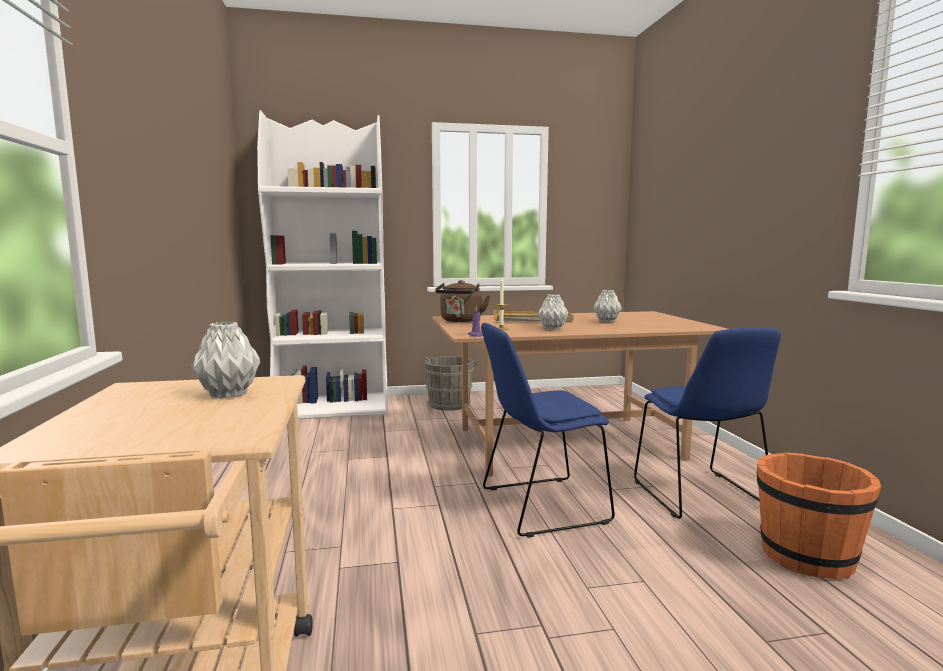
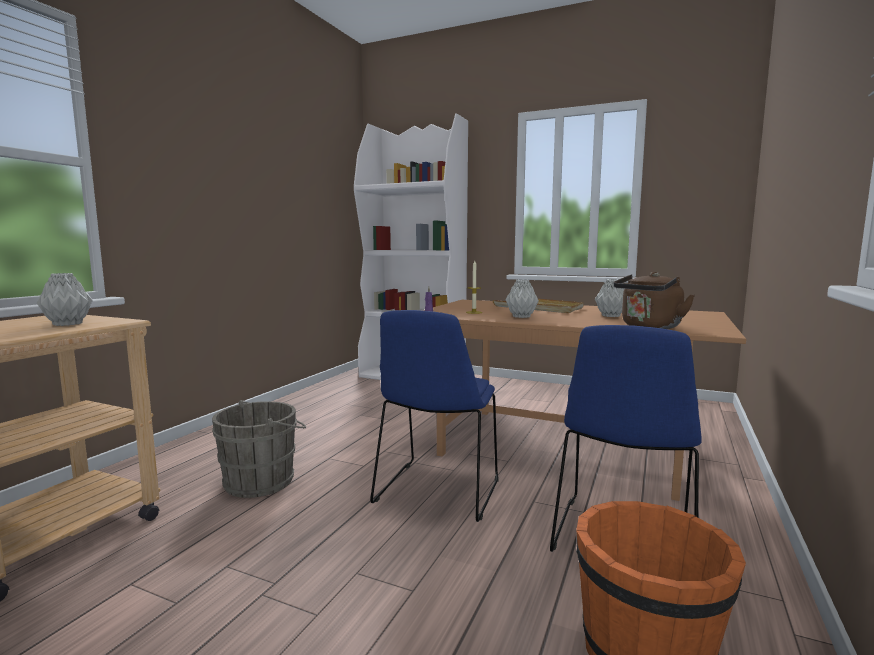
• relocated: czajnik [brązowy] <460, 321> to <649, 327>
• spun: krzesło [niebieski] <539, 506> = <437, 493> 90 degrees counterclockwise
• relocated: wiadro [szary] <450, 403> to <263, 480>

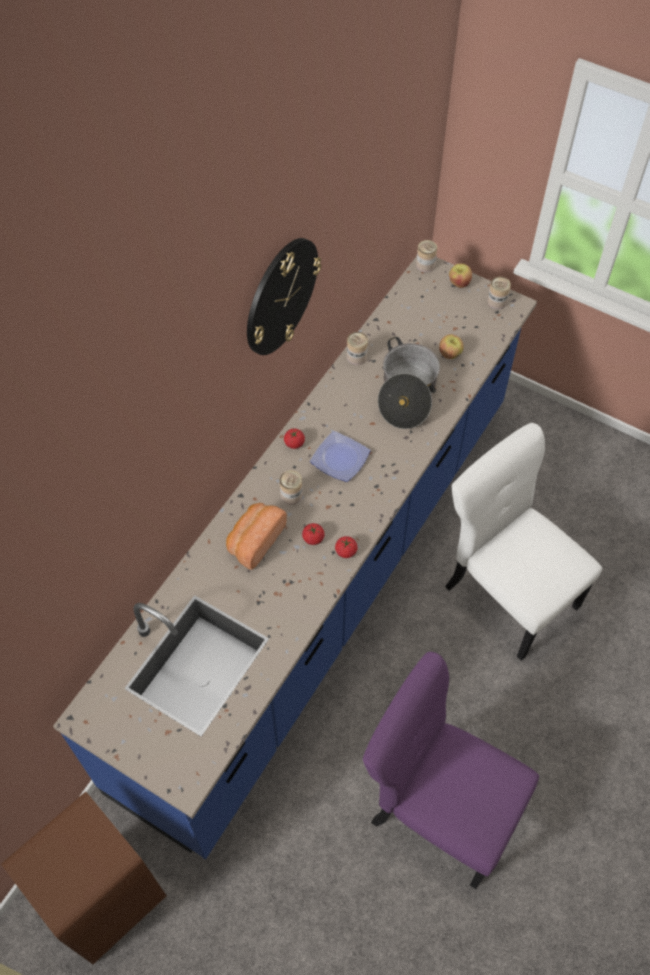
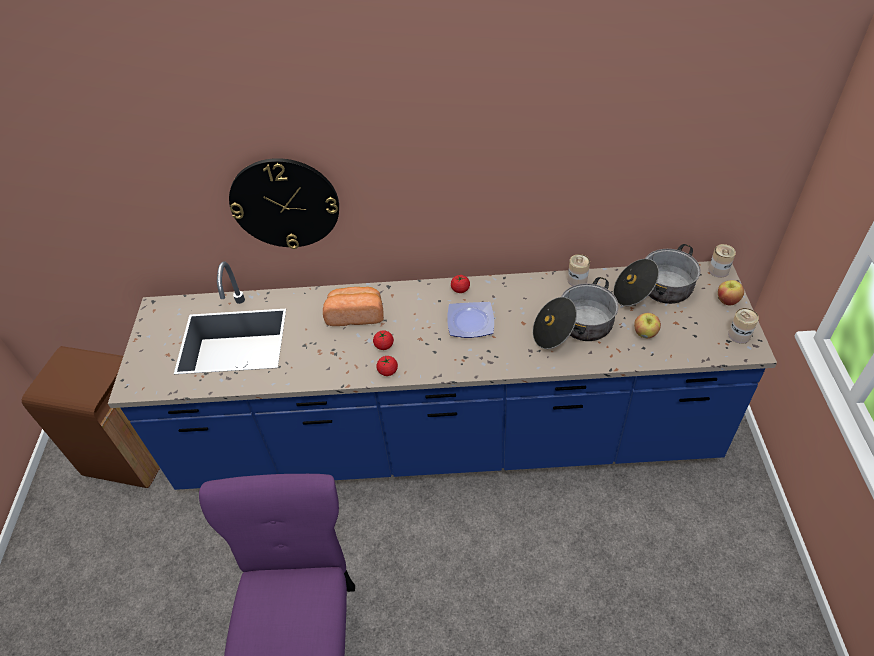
• relocated: zegar ścienny <281, 296> to <285, 203>
• missing: krzesło [biały] <508, 592>
• missing: puszka <291, 495>
• appeared: garnek <654, 290>

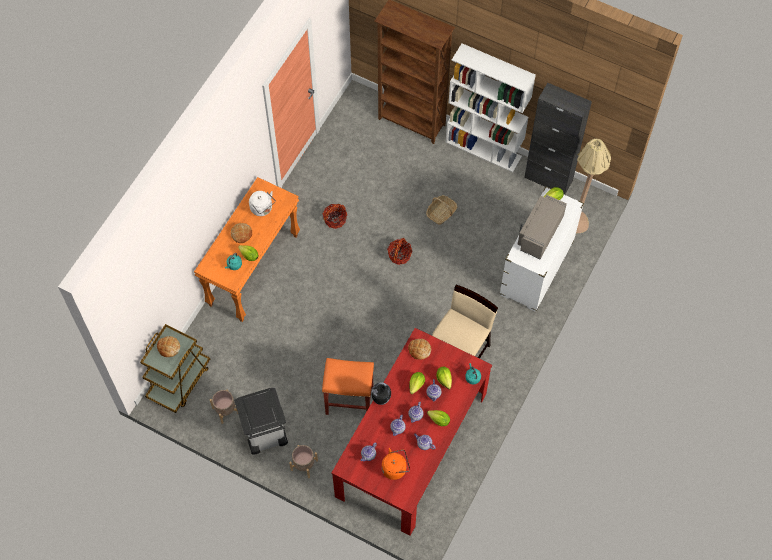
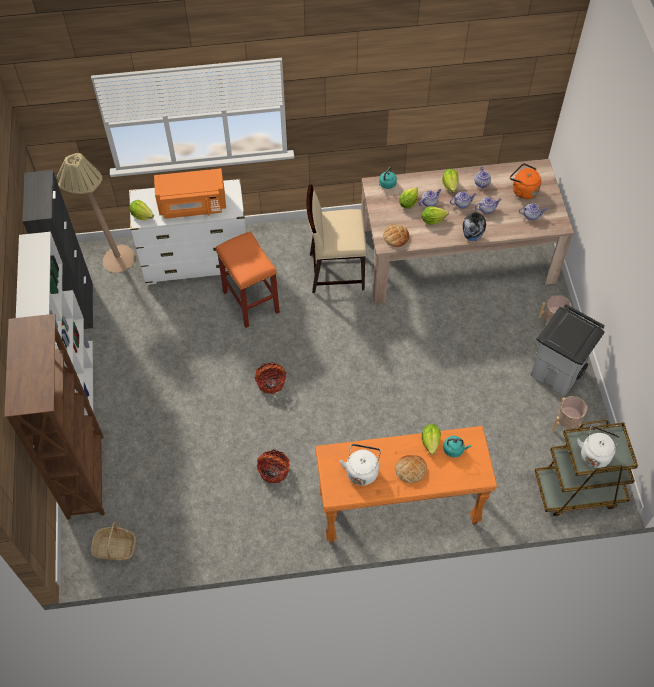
• relocated: koszyk <441, 213> to <115, 547>
• colour: mikrofalówka [szary] <539, 233> to mikrofalówka [pomarańczowy] <192, 205>
• colour: stół jadalny [czerwony] <412, 444> to stół jadalny [beżowy] <456, 256>
• exchanged: chleb <168, 347> to czajnik [biały] <595, 453>
• relocated: stołek [pomarańczowy] <348, 401> to <251, 302>

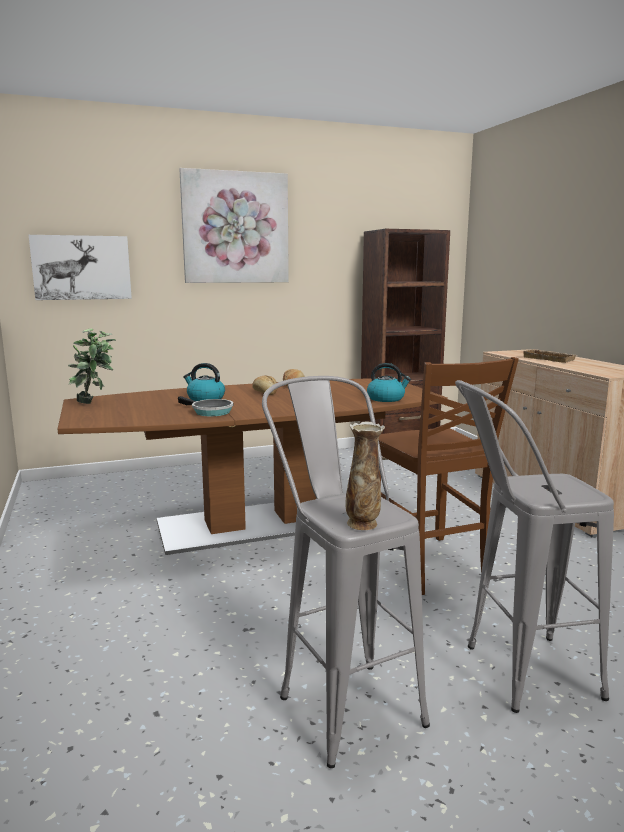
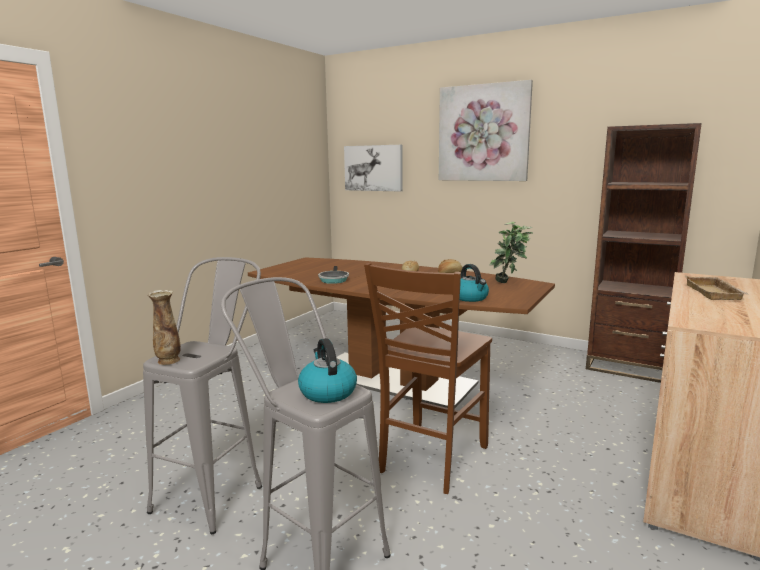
• relocated: roślina doniczkowa <95, 403> to <509, 283>
• relocated: czajnik <205, 398> to <327, 392>

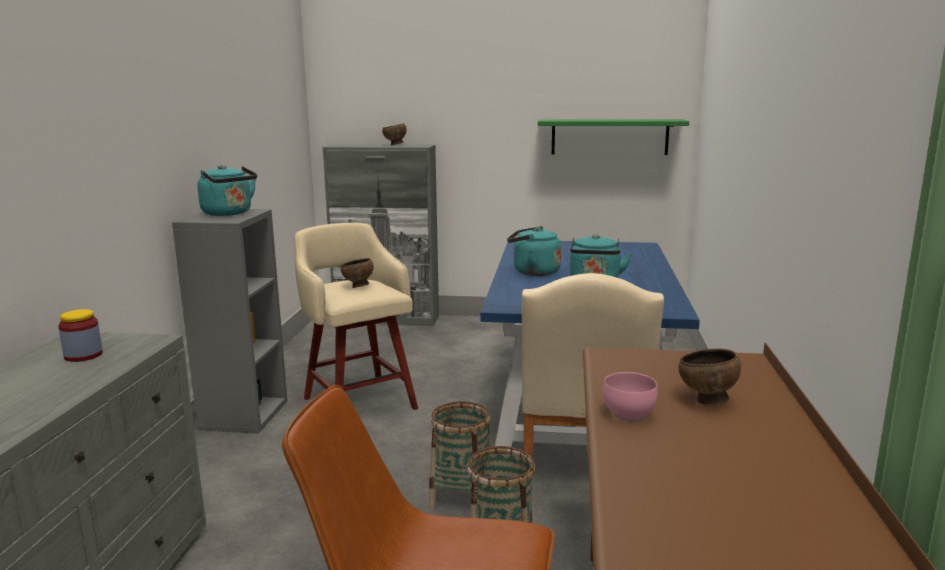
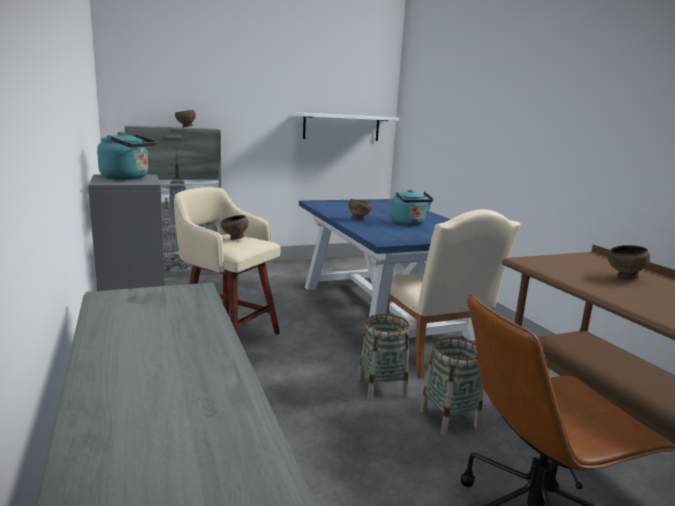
• colour: półka [zielony] <609, 137> to półka [biały] <341, 127>
• exchanged: czajnik [turkusowy] <533, 272> to miska [brązowy] <359, 219>
• missing: słoik <83, 355>
• missing: miska [różowy] <630, 414>

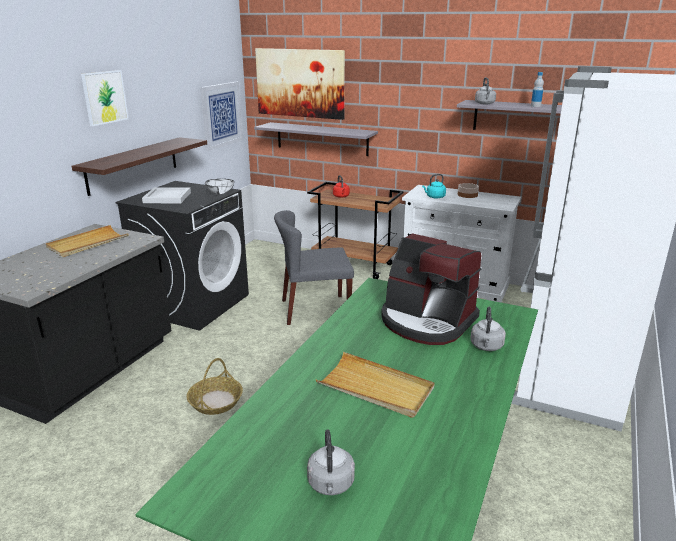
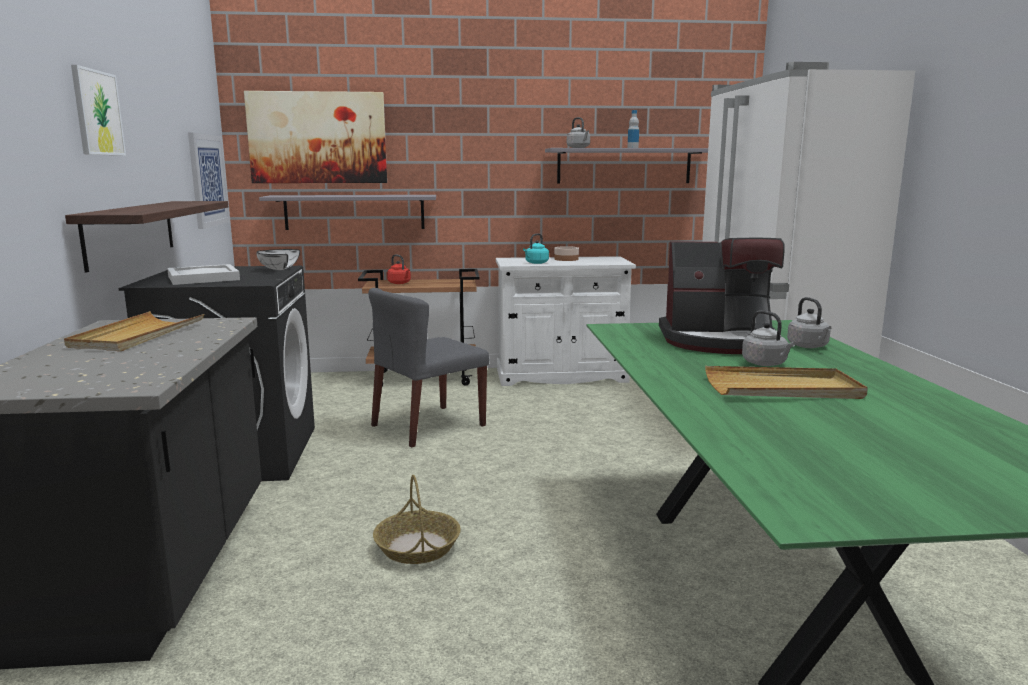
• relocated: czajnik [szary] <331, 485> to <766, 364>

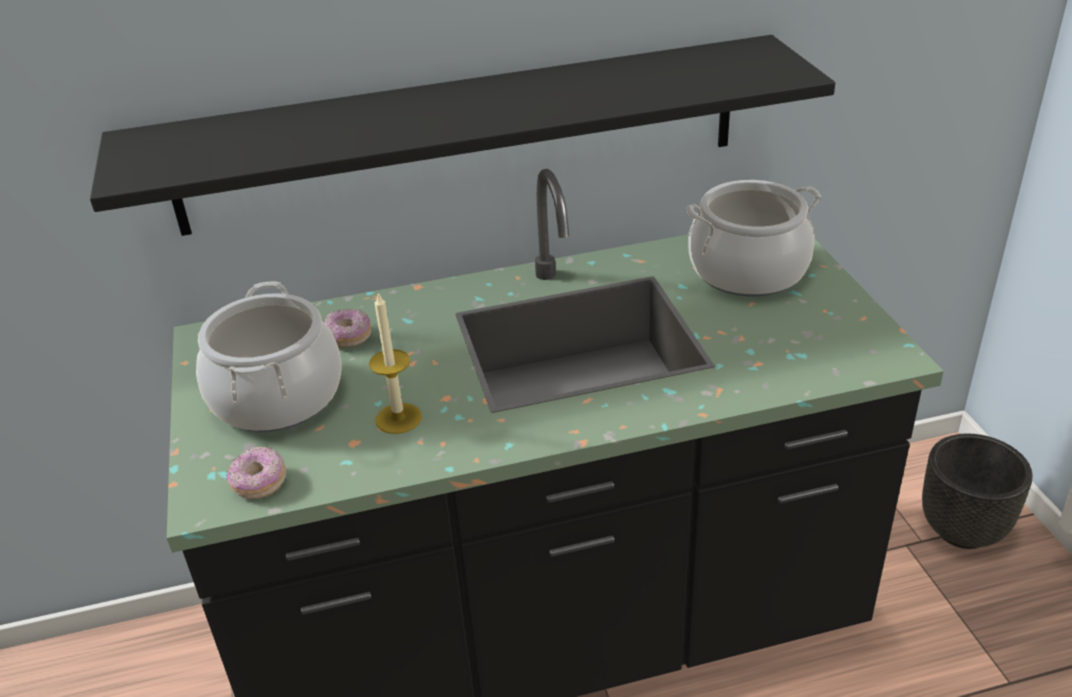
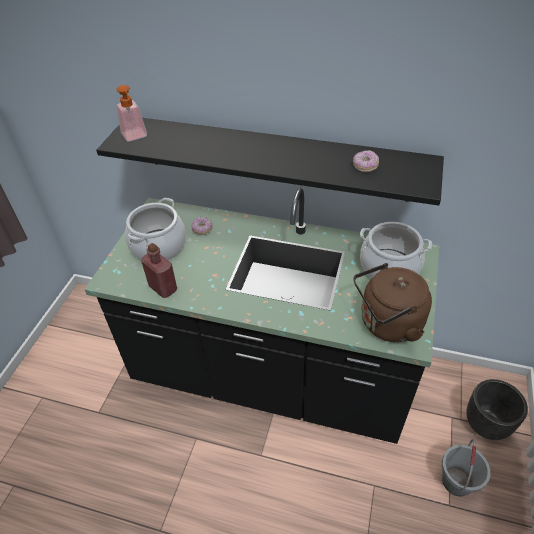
• missing: świeca <398, 418>
• relocated: donut <259, 483> to <365, 166>
• appeared: dozownik mydła <136, 137>
• appeared: butelka [czerwony] <163, 288>
• appeared: czajnik [brązowy] <387, 324>
• appeared: wiadro [szary] <457, 482>

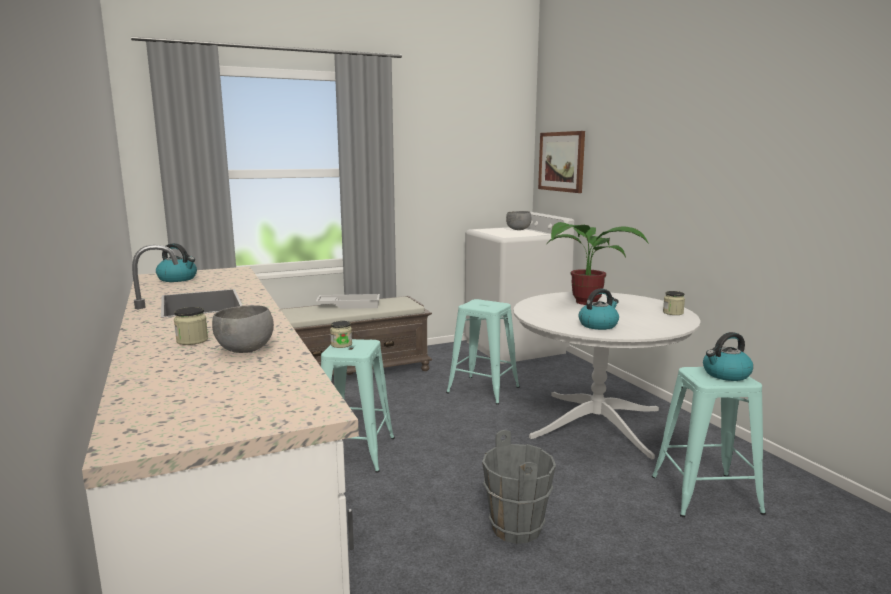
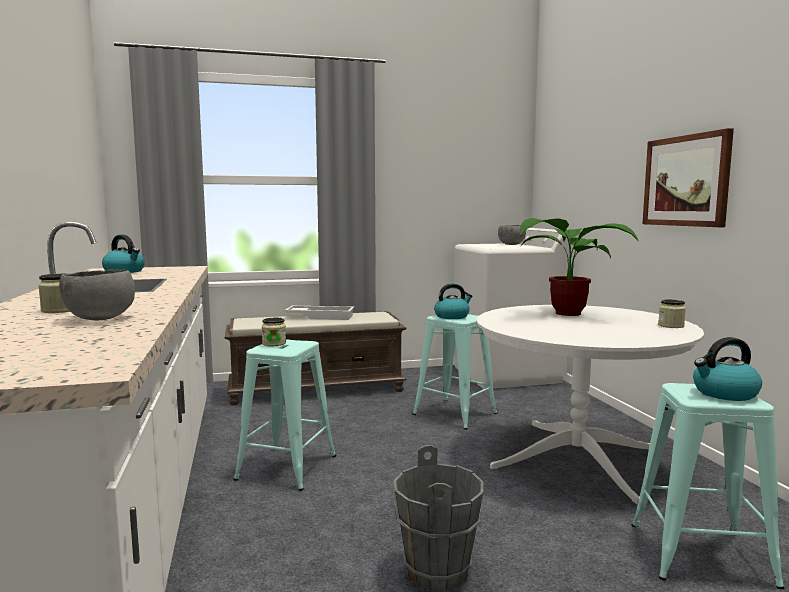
• relocated: obraz <562, 161> to <686, 181>
• relocated: czajnik <598, 325> to <452, 316>

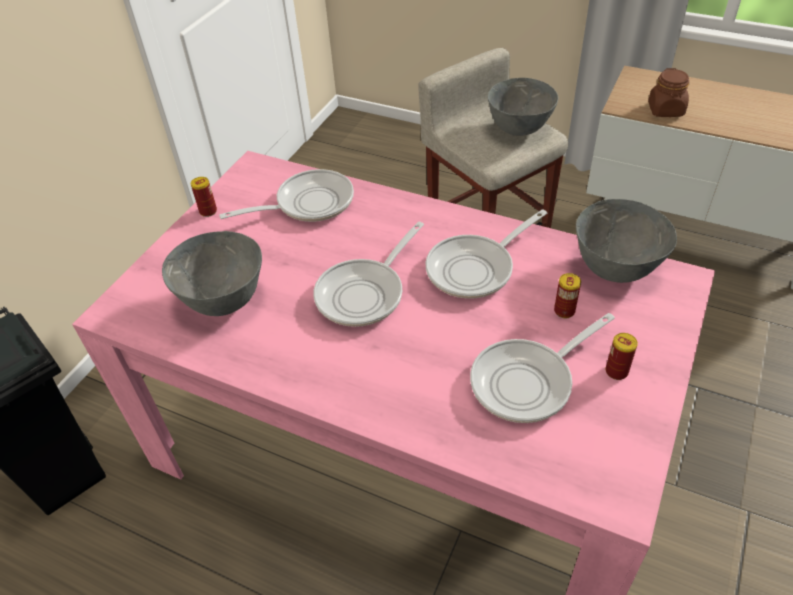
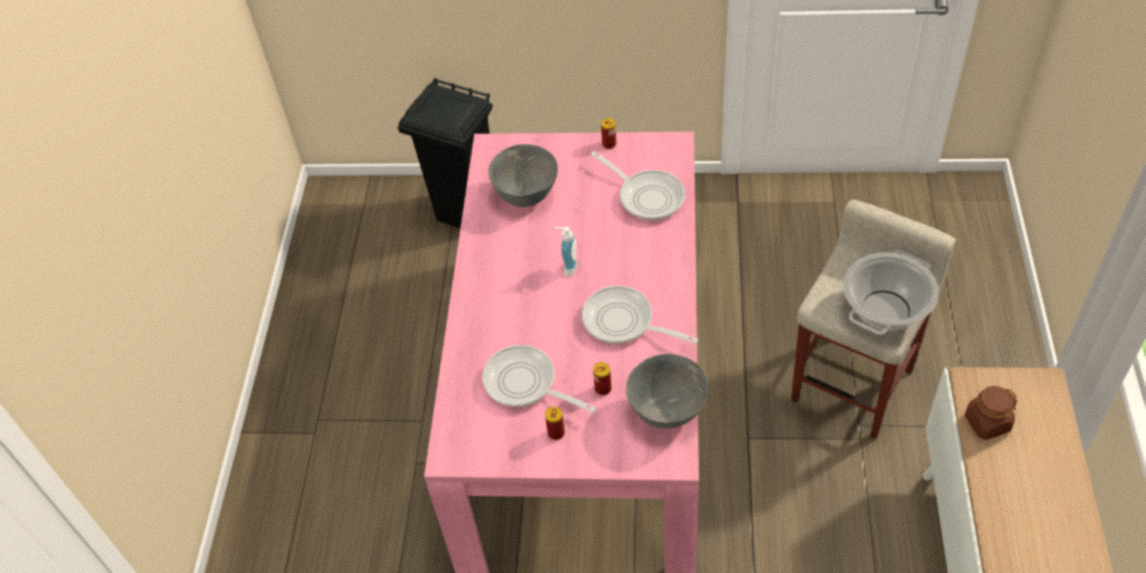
• exchanged: miska [szary] <518, 129> to garnek <885, 309>
• exchanged: patelnia <365, 293> to dozownik mydła <567, 267>

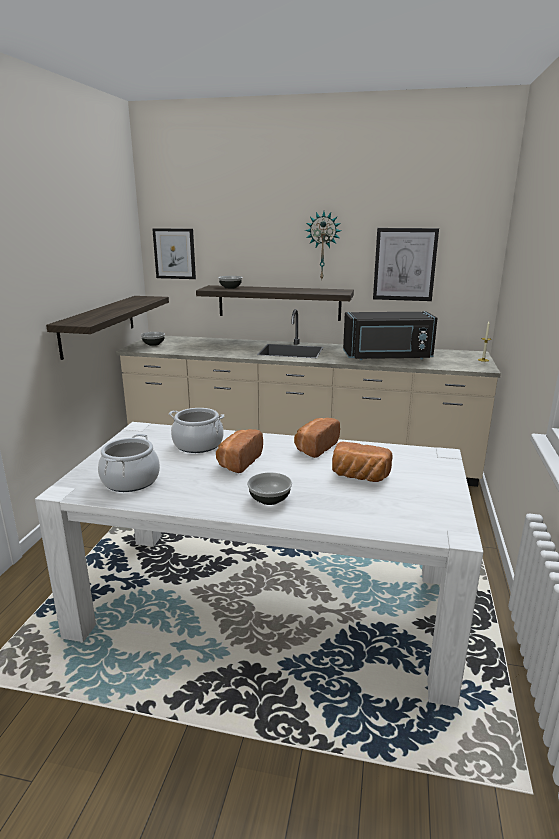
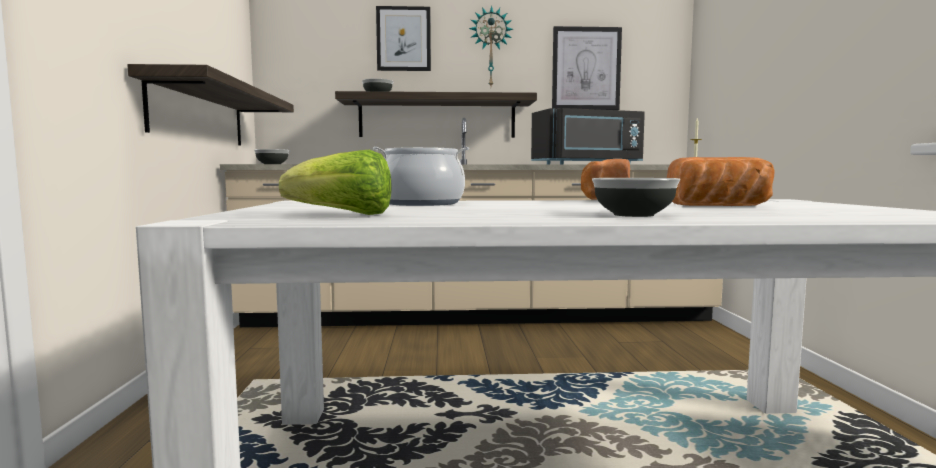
• relocated: obraz <174, 253> to <403, 39>
• missing: chleb <238, 462>
• exchanged: garnek <131, 481> to sałata <344, 215>

